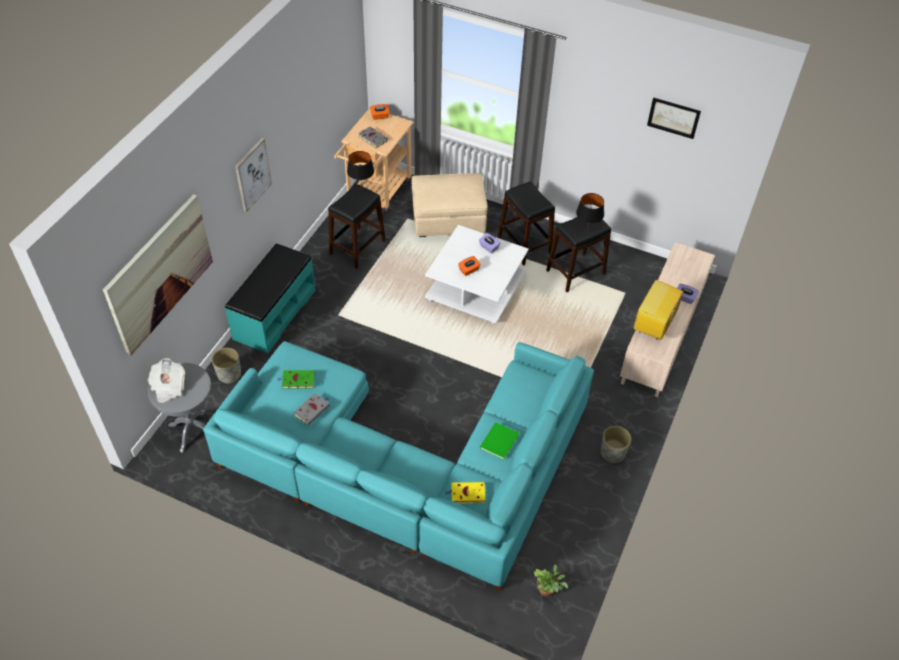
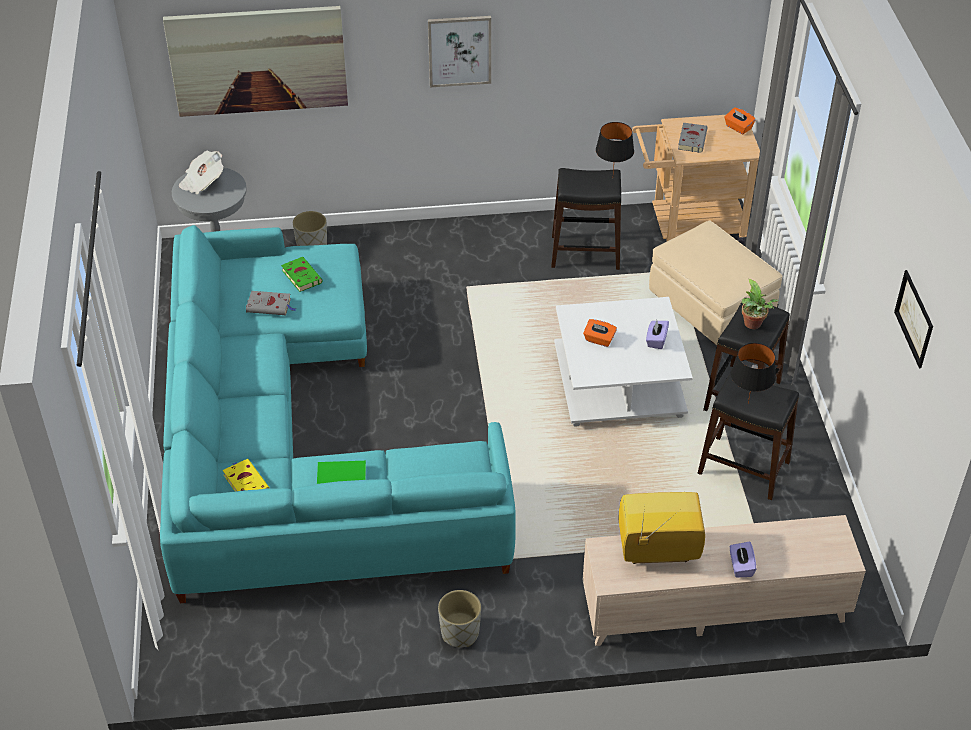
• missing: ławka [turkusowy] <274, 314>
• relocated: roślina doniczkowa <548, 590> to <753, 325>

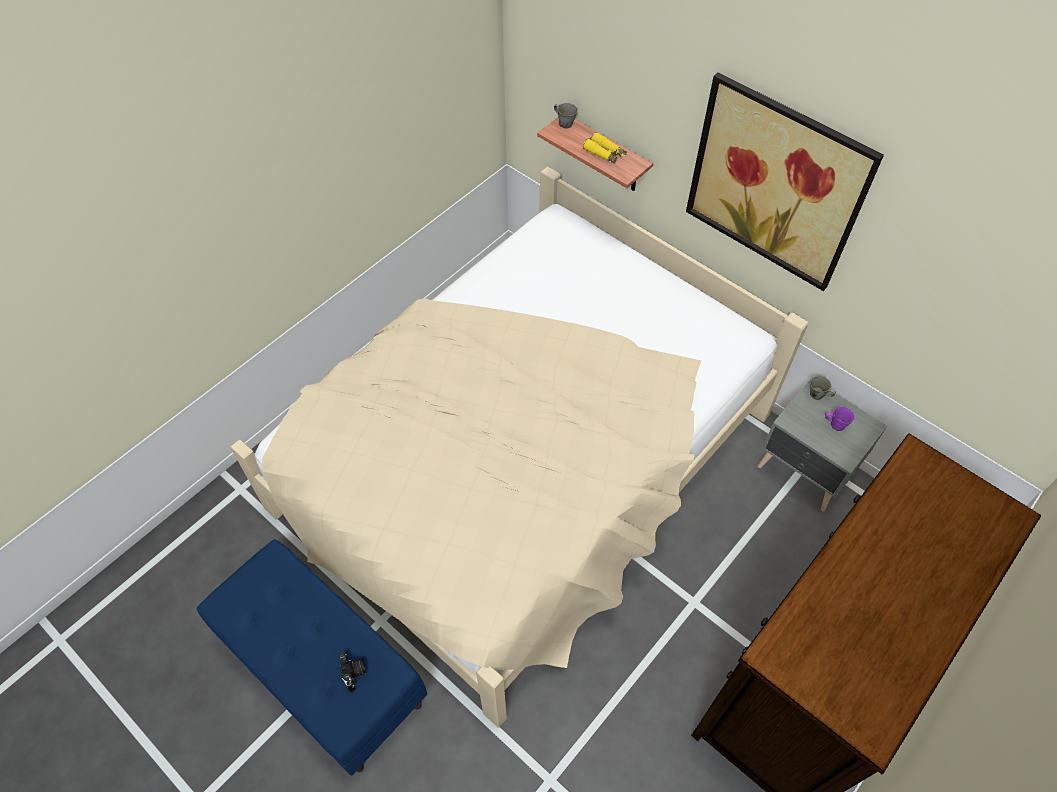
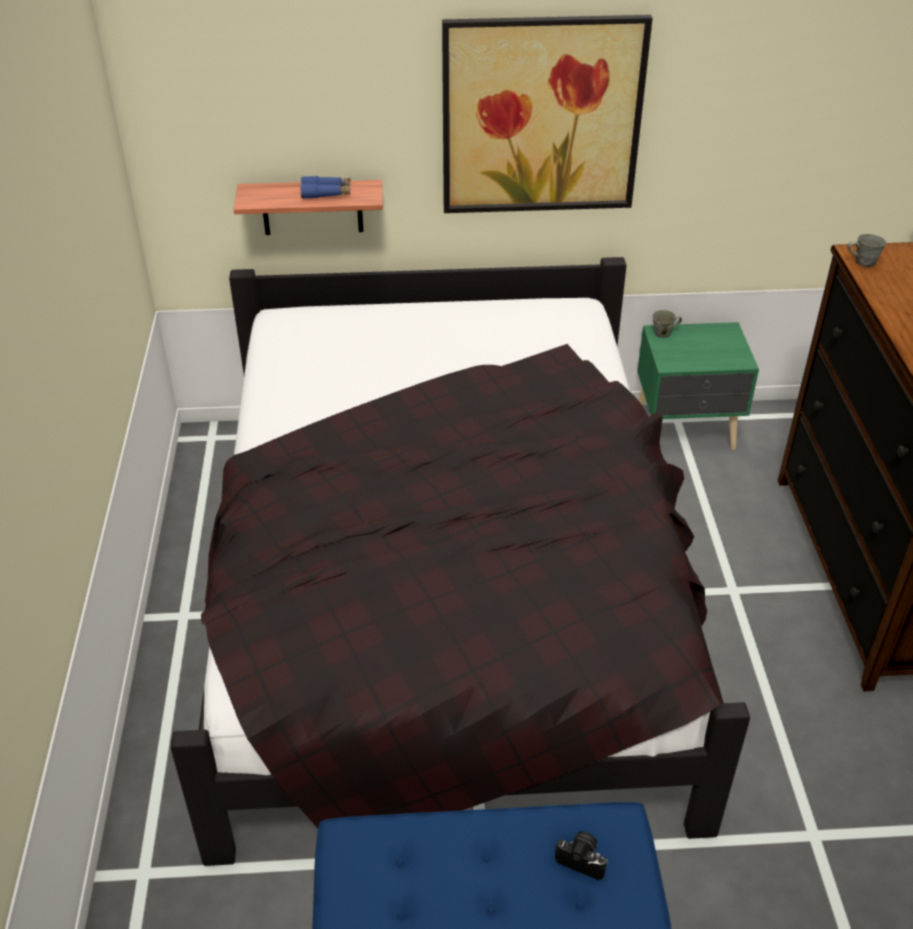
• relocated: kubek [szary] <565, 123> to <863, 262>
• colour: lornetka [żółty] <604, 153> to lornetka [niebieski] <326, 193>
• colour: łóżko [beżowy] <525, 464> to łóżko [czarny] <447, 597>
• colour: szafka nocna [szary] <805, 472> to szafka nocna [zielony] <686, 432>
• missing: kubek [fioletowy] <836, 424>

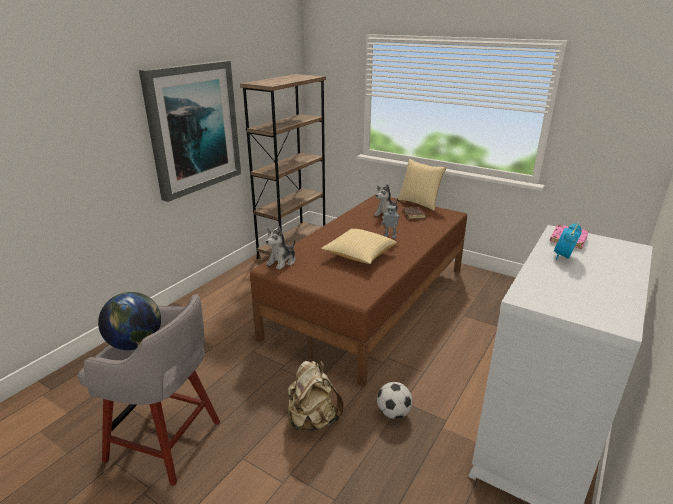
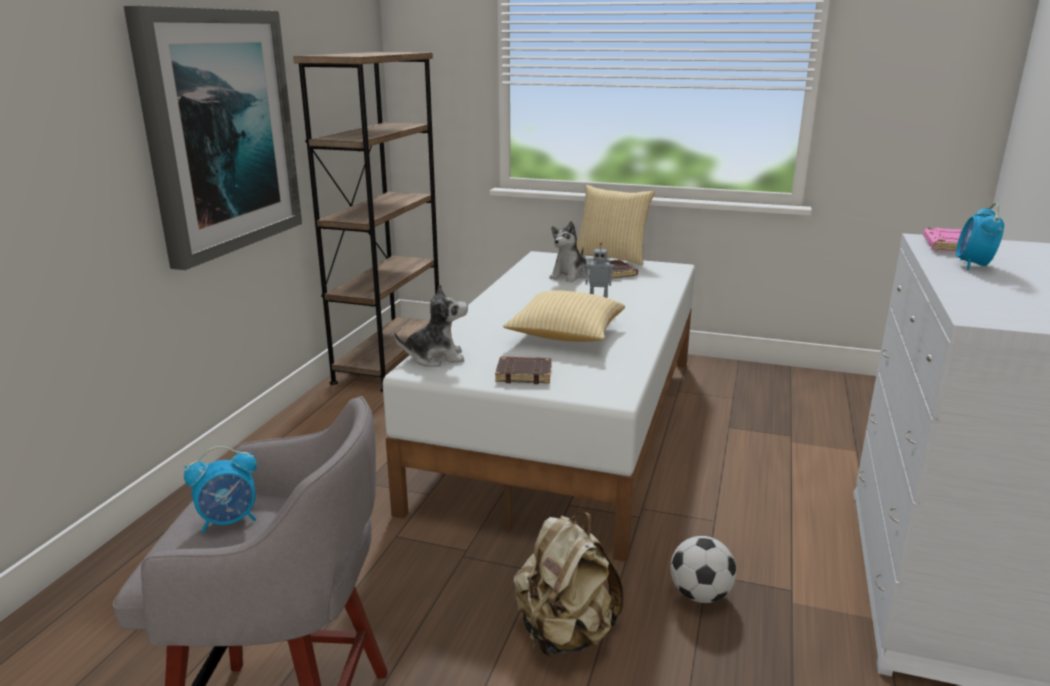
• colour: łóżko [brązowy] <371, 301> to łóżko [biały] <568, 426>
• spun: pluszak <282, 262> = <435, 357> 120 degrees counterclockwise
• exchanged: globus <136, 343> to budzik <229, 521>
• appeared: książka [brązowy] <524, 374>

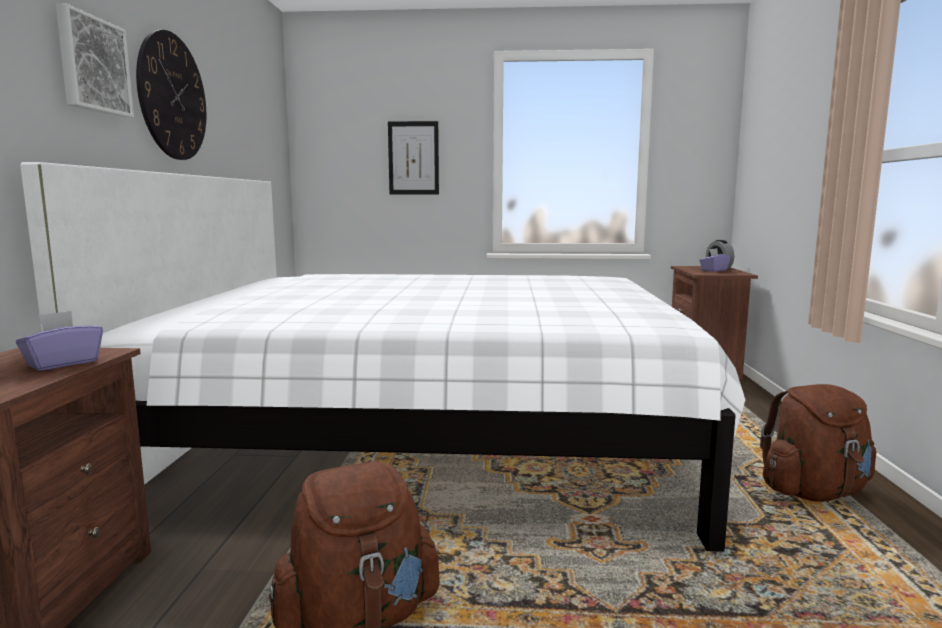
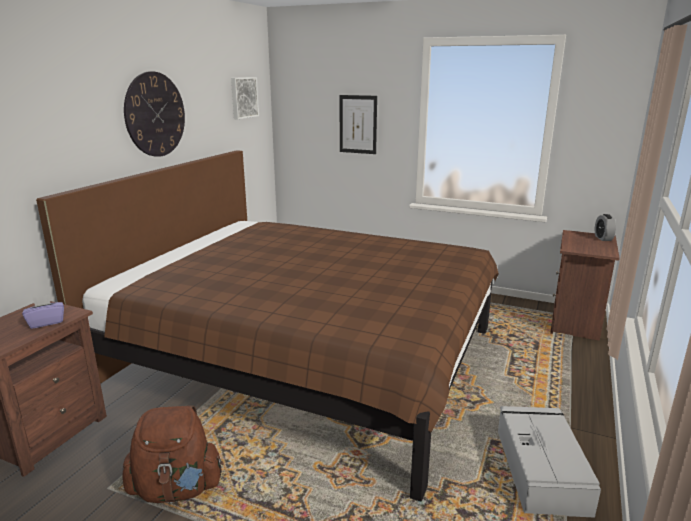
• relocated: obraz <92, 65> to <243, 97>
• colour: łóżko [biały] <426, 436> to łóżko [brązowy] <306, 358>
• missing: pudełko chusteczek [fioletowy] <713, 270>
• exchanged: plecak [brązowy] <814, 492> to pojemnik do przechowywania [szary] <540, 469>

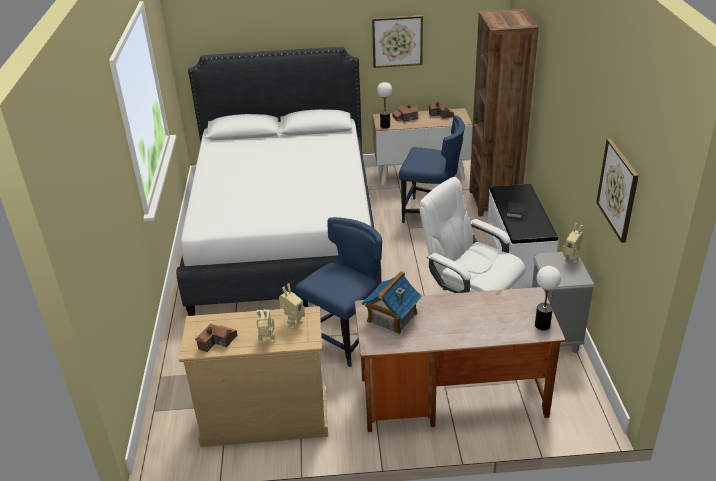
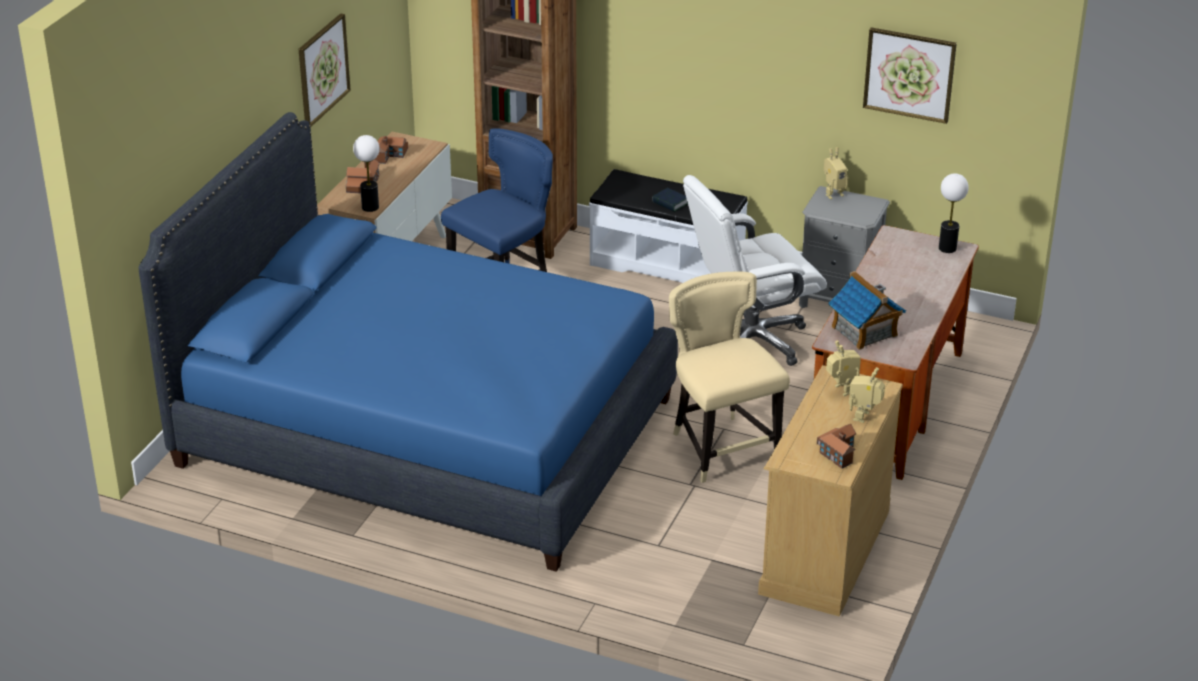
• colour: łóżko [biały] <285, 234> to łóżko [niebieski] <425, 431>
• colour: krzesło [niebieski] <346, 338> to krzesło [beżowy] <721, 447>

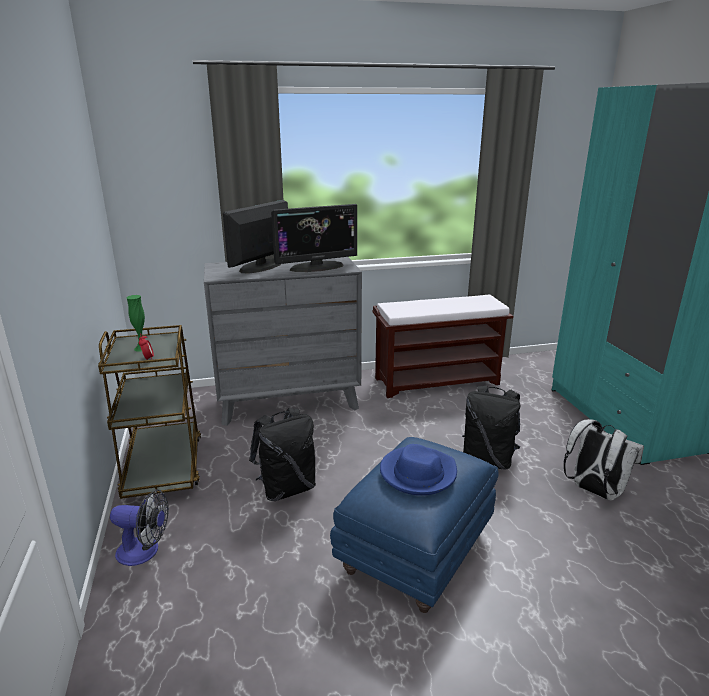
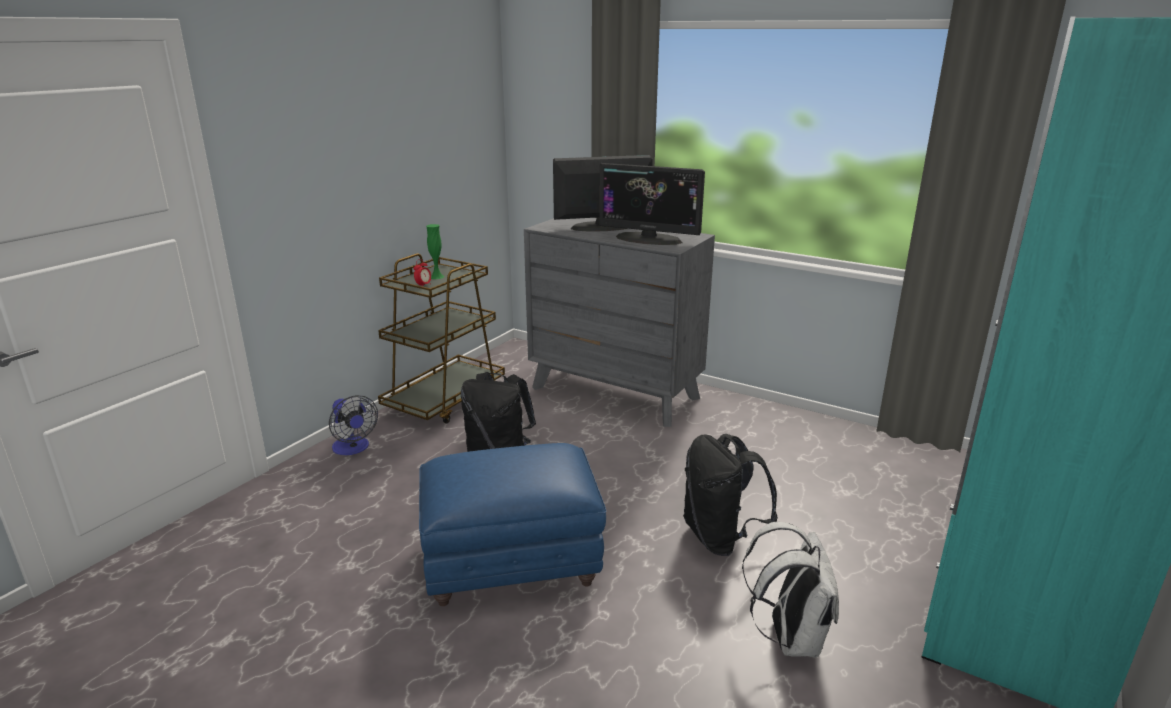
• missing: ławka [brązowy] <437, 381>
• missing: kapelusz [niebieski] <418, 473>

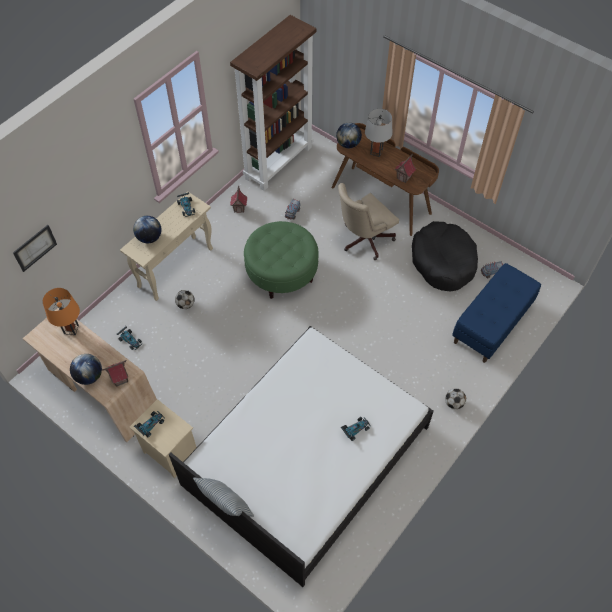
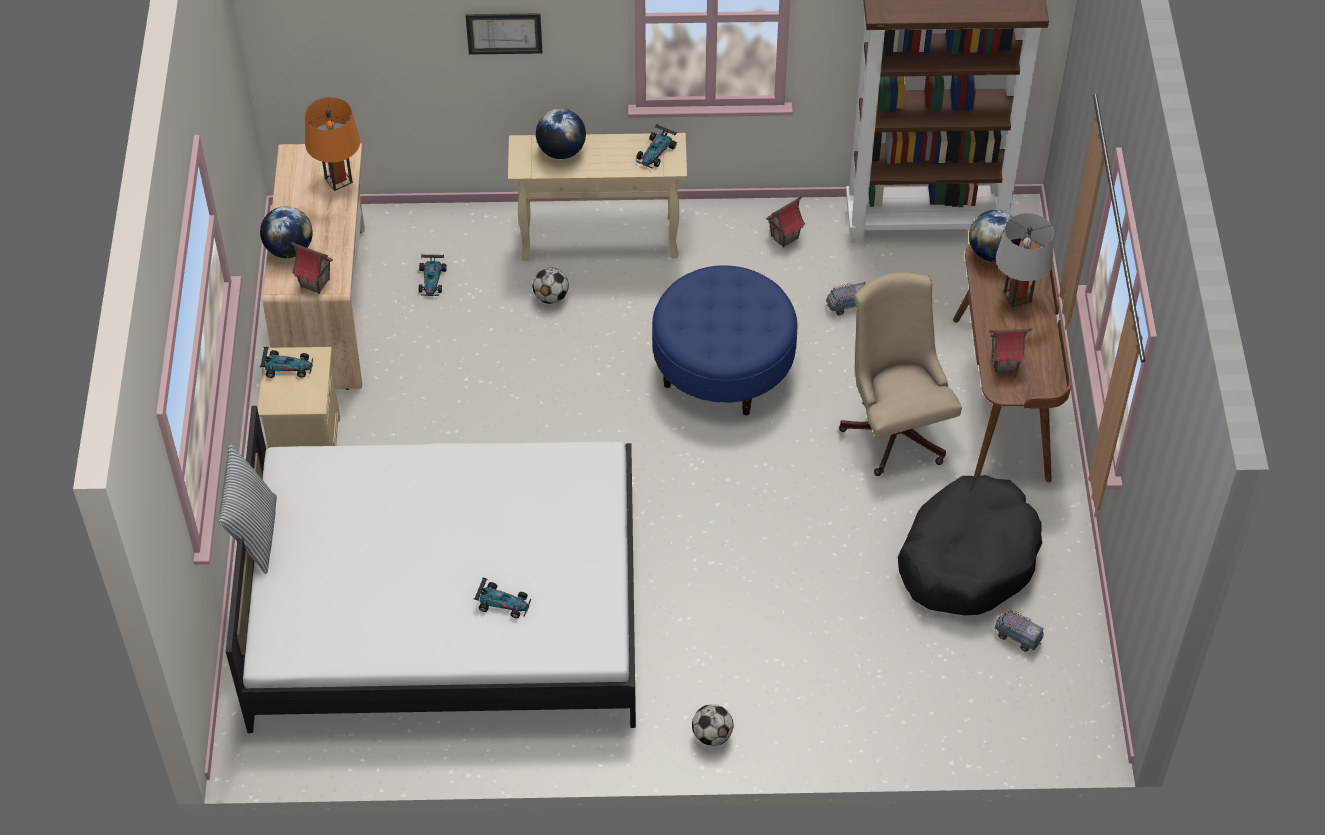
• spun: krzesło biurowe [beżowy] <363, 240> = <894, 427> 60 degrees clockwise
• colour: pufa [zielony] <282, 272> to pufa [niebieski] <723, 368>
• relocated: obraz <35, 247> to <504, 33>
• missing: ławka [niebieski] <491, 324>

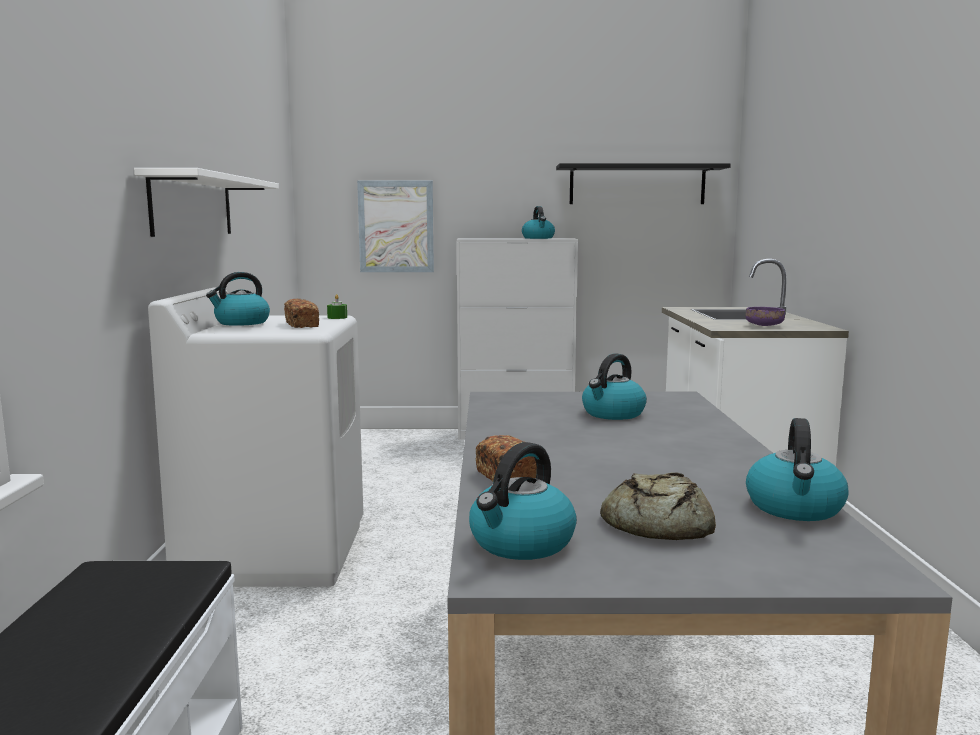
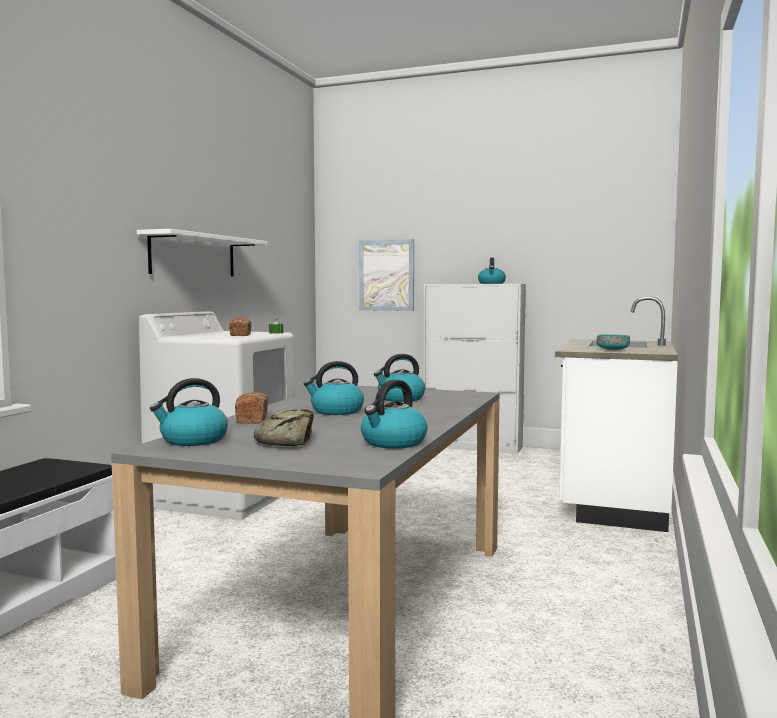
• missing: półka [czarny] <637, 185>
• relocated: czajnik <241, 323> to <336, 411>
• colour: miska [fioletowy] <765, 325> to miska [turkusowy] <613, 350>

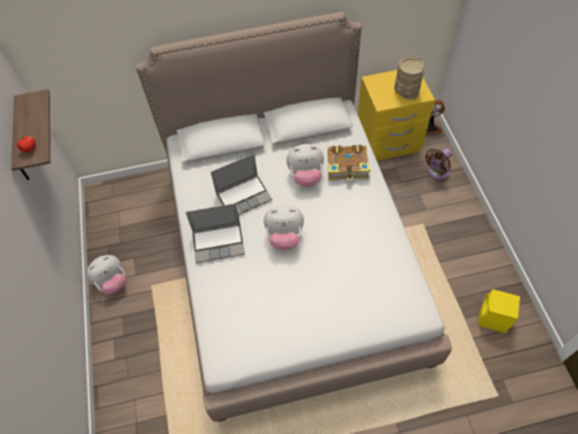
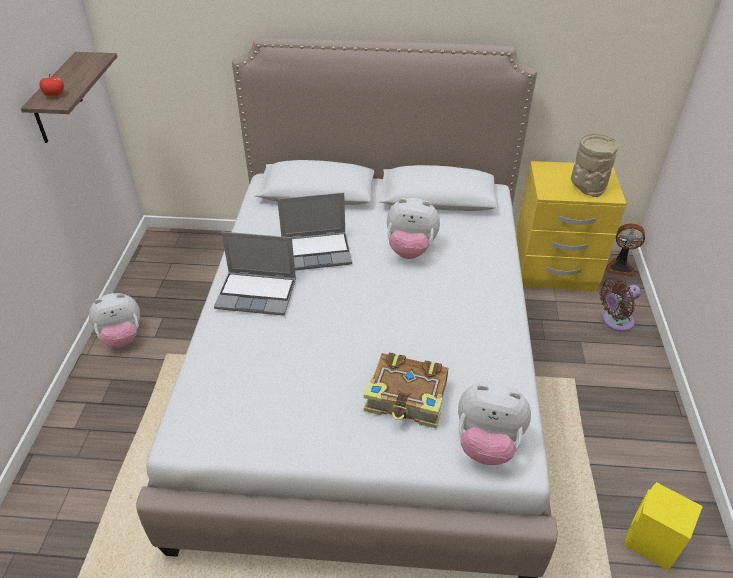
• relocated: książka <348, 168> to <407, 398>
• relocated: pluszak <284, 237> to <487, 443>

